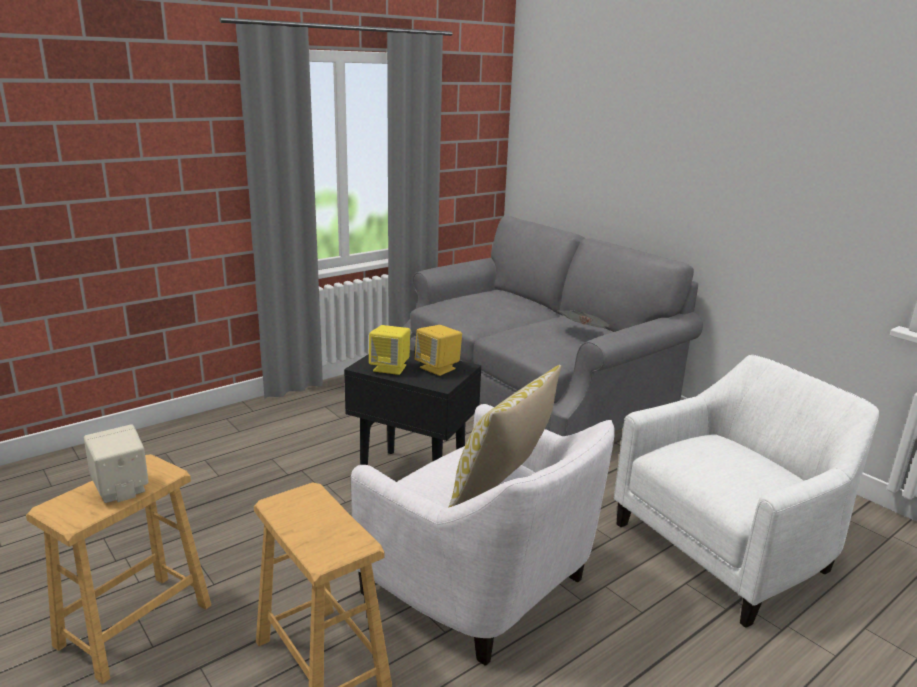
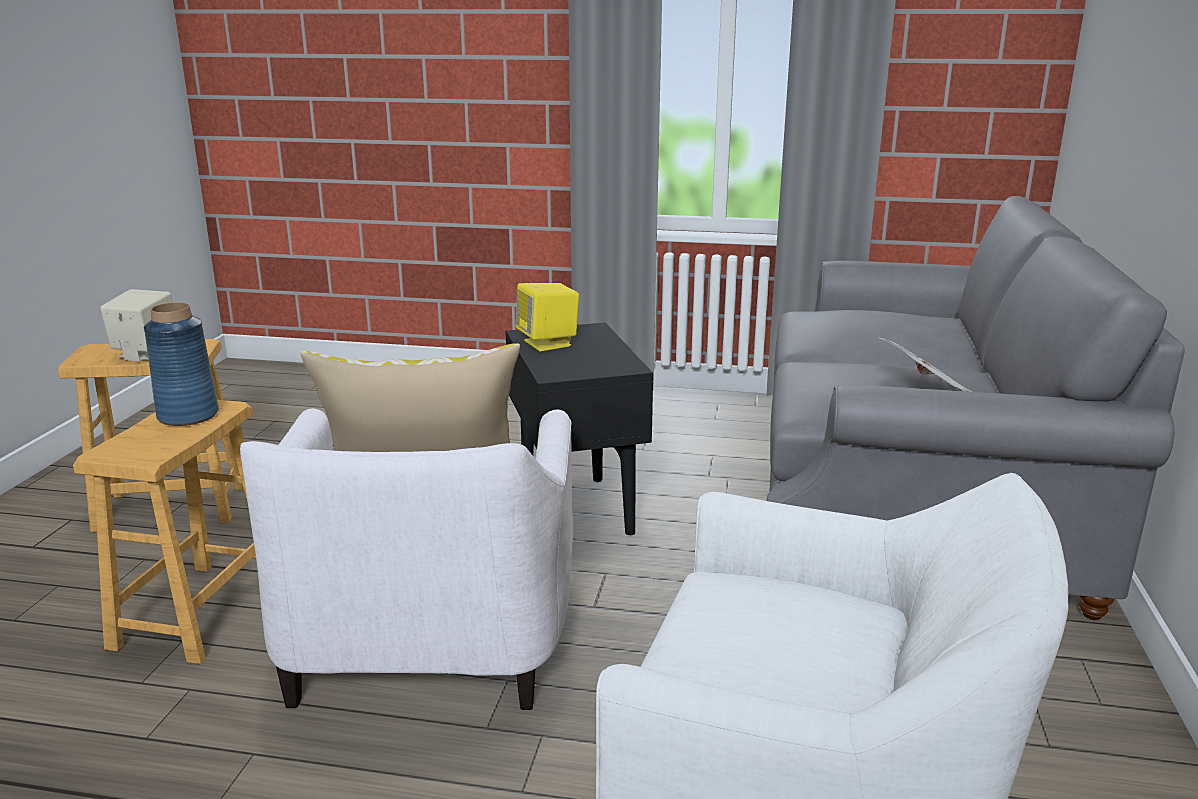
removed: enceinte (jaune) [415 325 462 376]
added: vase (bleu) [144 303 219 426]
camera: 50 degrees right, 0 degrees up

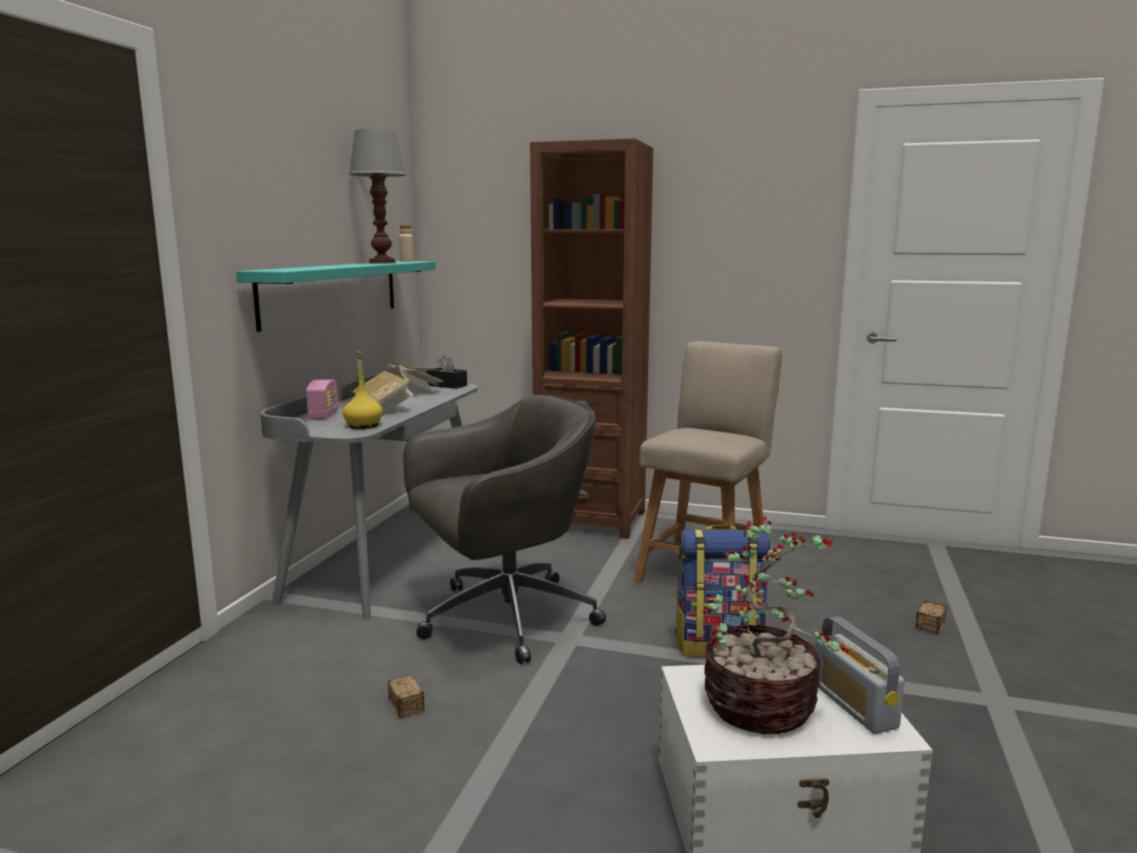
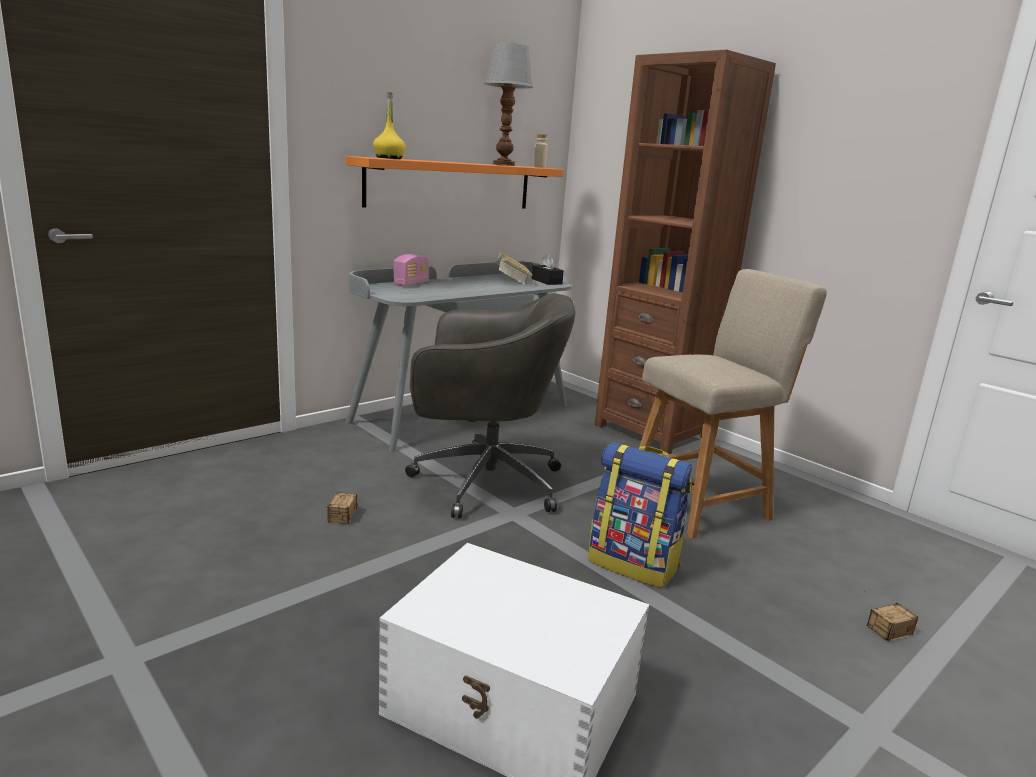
removed: livre [352 371 414 415]; plante en pot [702 516 851 734]; radio [814 616 905 734]
moved: bouteille (jaune) [342 352 383 429] to [373 92 406 159]
recoloured: étagère (turquoise) [236 261 436 332] to étagère (orange) [346 156 564 208]
camera: 30 degrees right, 5 degrees up

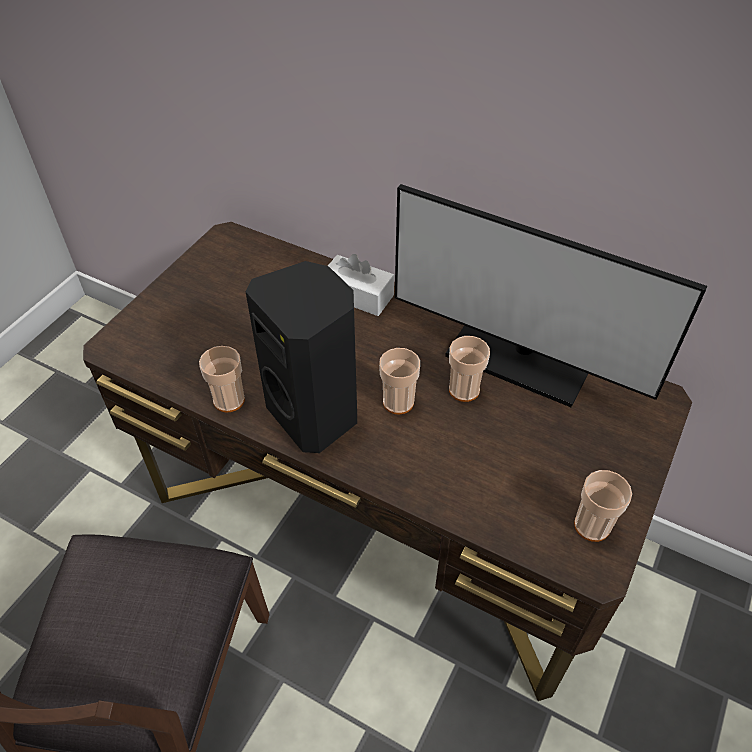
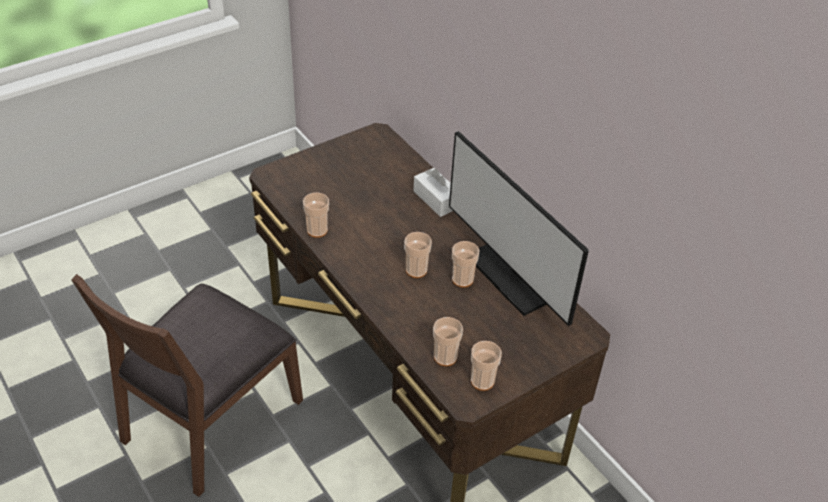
removed: enceinte (noir) [246 261 357 453]
added: tasse [433 317 463 366]
camera: 25 degrees right, 5 degrees down

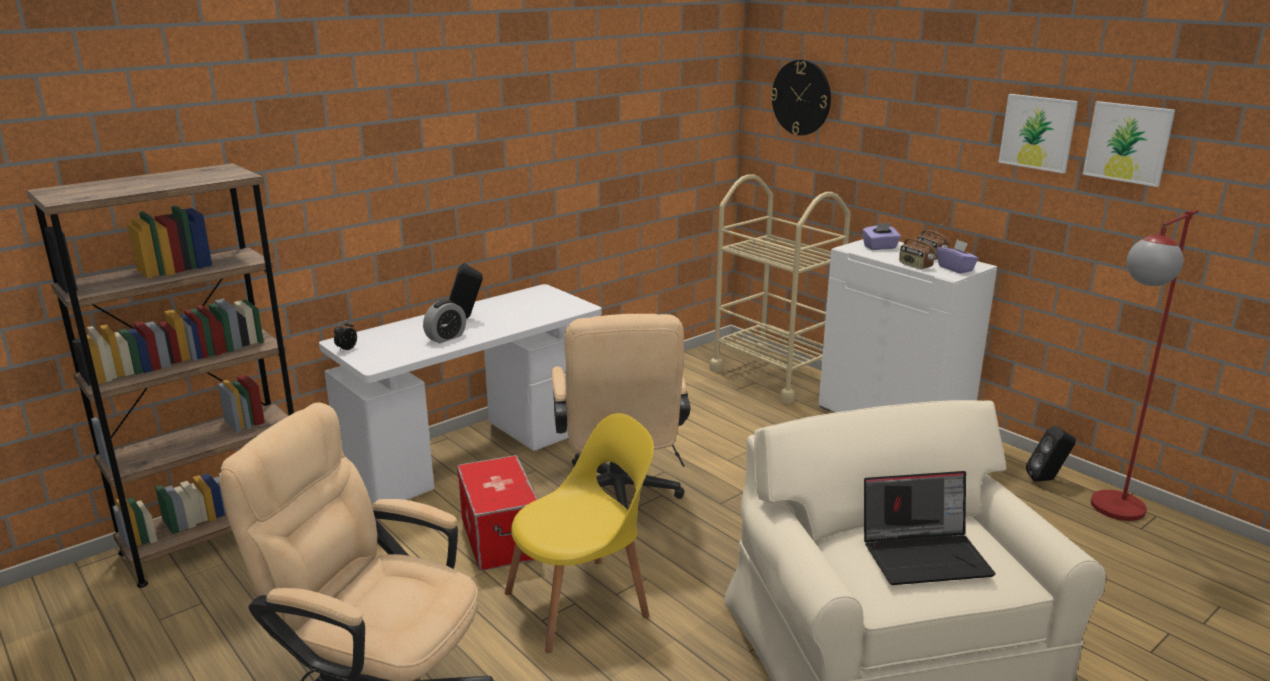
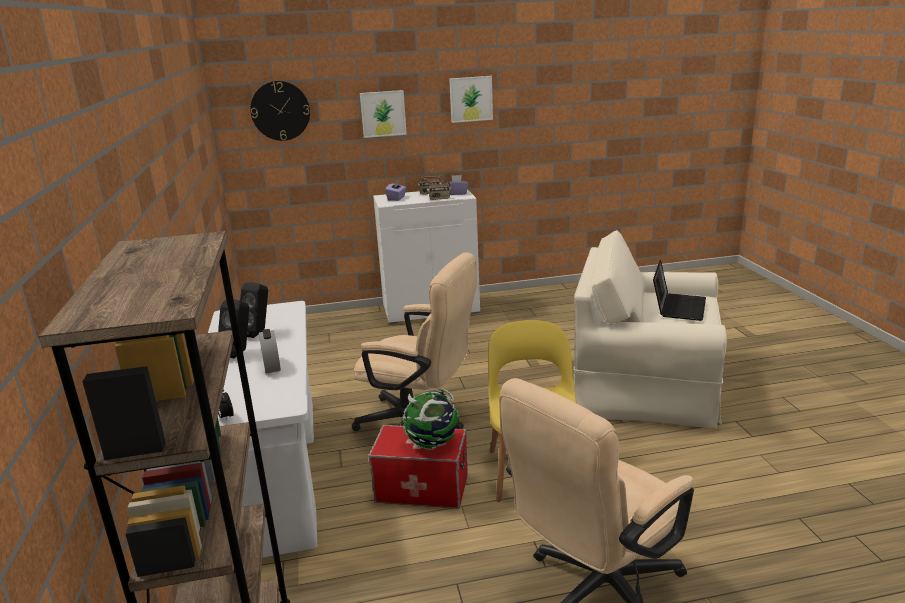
removed: chariot (beige) [709 174 851 404]; lampadaire (rouge) [1091 210 1199 521]
added: globe [402 388 459 450]
moved: enceinte (noir) [1026 426 1076 482] to [240 282 268 338]; tableau [1082 101 1175 187] to [360 90 407 138]
camera: 60 degrees left, 0 degrees up

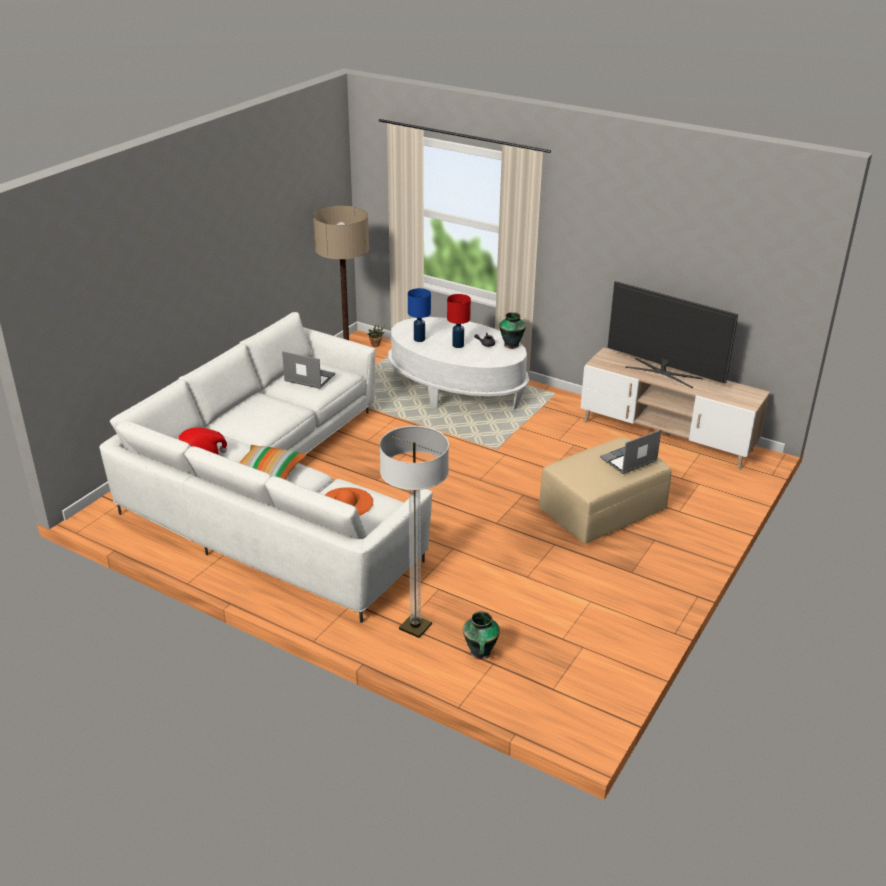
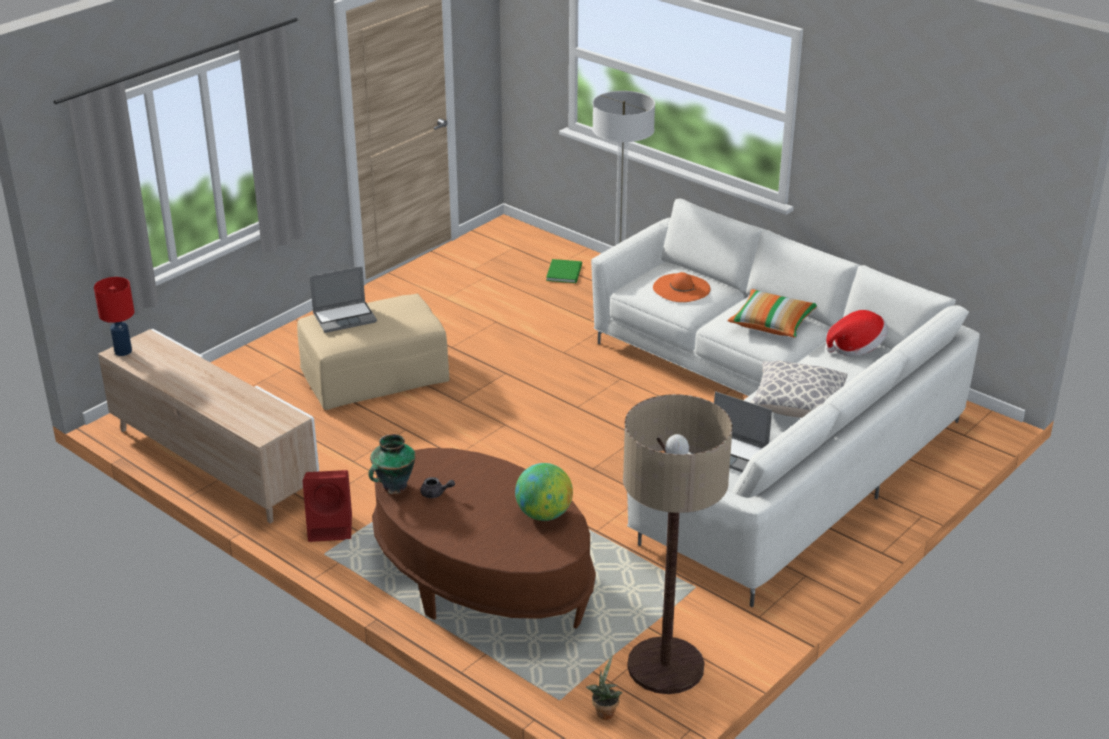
removed: téléviseur [608 281 738 388]
added: enceinte (rouge) [303 470 352 542]; coussin [750 361 847 418]
moved: lampe de table (rouge) [447 294 471 348] to [94 277 134 356]
replaced: lampe de table (bleu) [408 288 431 342] to globe [515 463 573 521]; vase [463 611 500 660] to livre (vert) [546 259 582 283]
recoloured: table basse (blanc) [388 317 529 410] to table basse (marron) [372 448 596 628]
camera: 170 degrees left, 0 degrees up

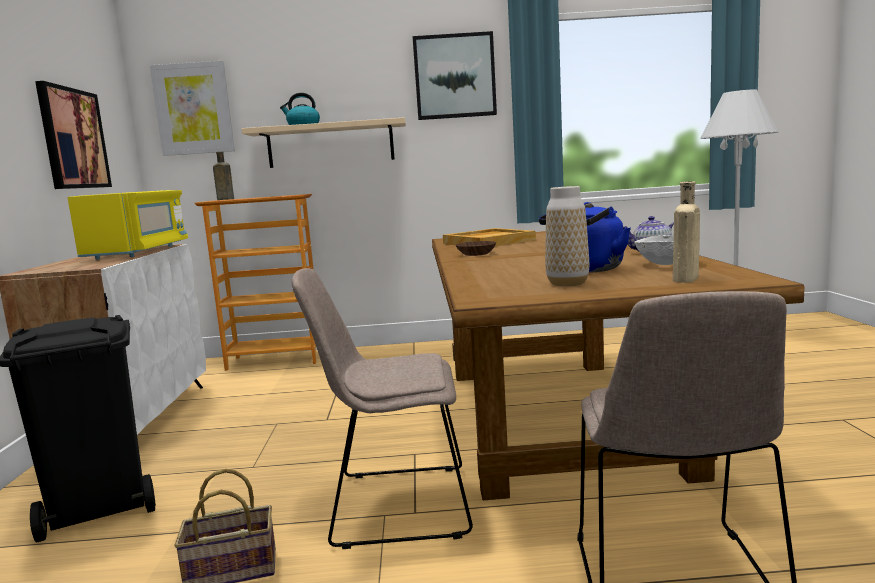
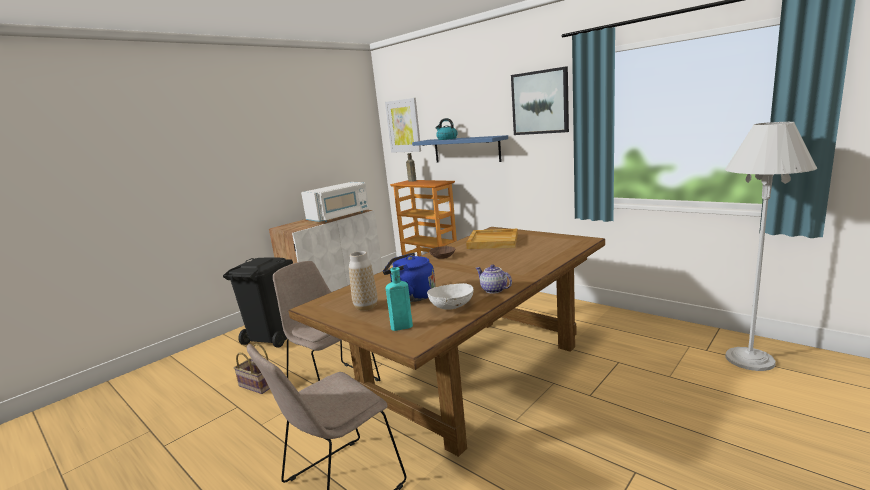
removed: tableau [35 81 112 189]
recoloured: micro-ondes (jaune) [67 190 188 259] to micro-ondes (blanc) [301 182 369 222]; étagère (beige) [242 117 406 168] to étagère (bleu) [412 135 508 163]; bouteille (beige) [673 181 700 283] to bouteille (turquoise) [386 267 413 331]
camera: 45 degrees right, 5 degrees up

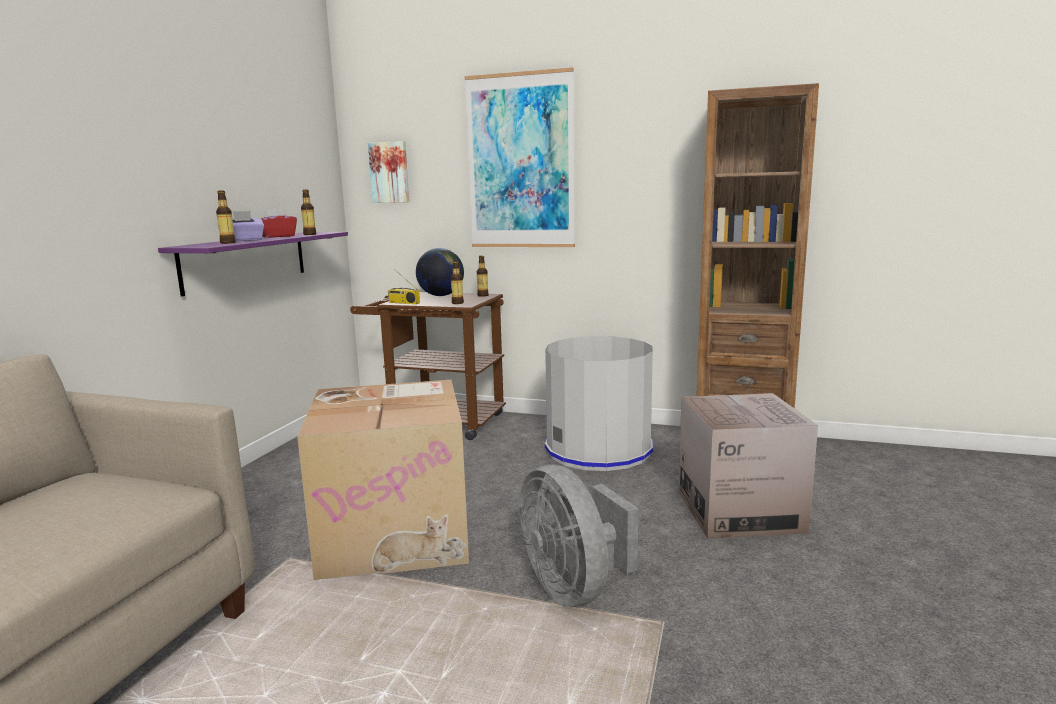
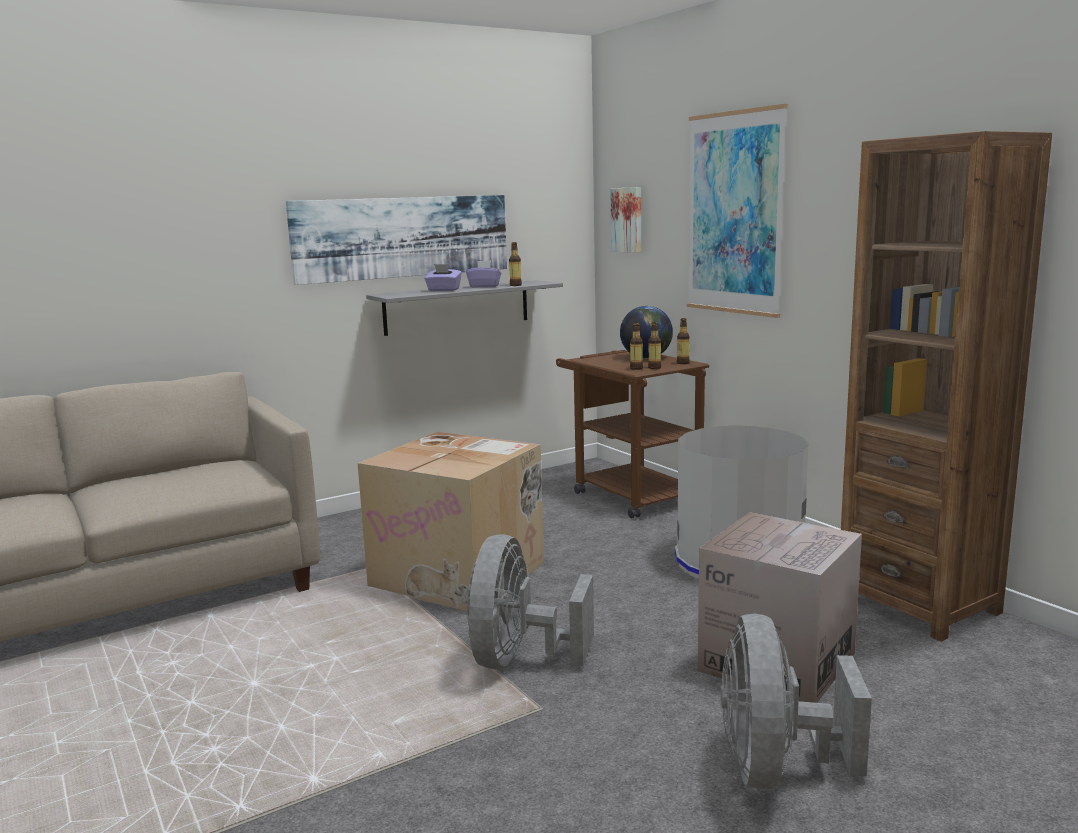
removed: radio [388 269 420 304]
added: tableau [286 195 507 285]; ventilateur (gris) [720 613 872 789]
moved: bouteille [216 190 236 244] to [648 322 661 369]
recoloured: étagère (violet) [158 232 348 297] to étagère (gris) [366 280 563 336]; boîte à mouchoirs (rouge) [261 209 297 238] to boîte à mouchoirs (violet) [466 260 501 288]
camera: 40 degrees right, 0 degrees up

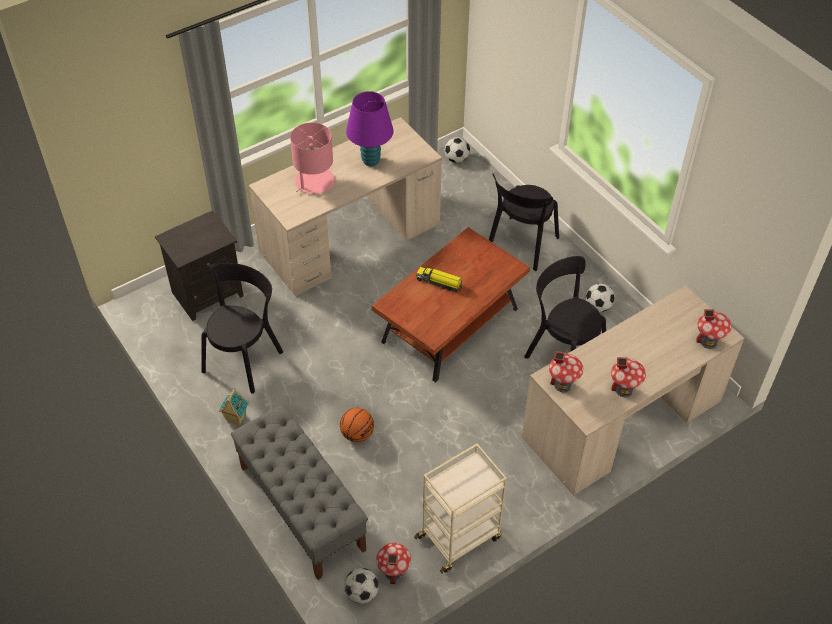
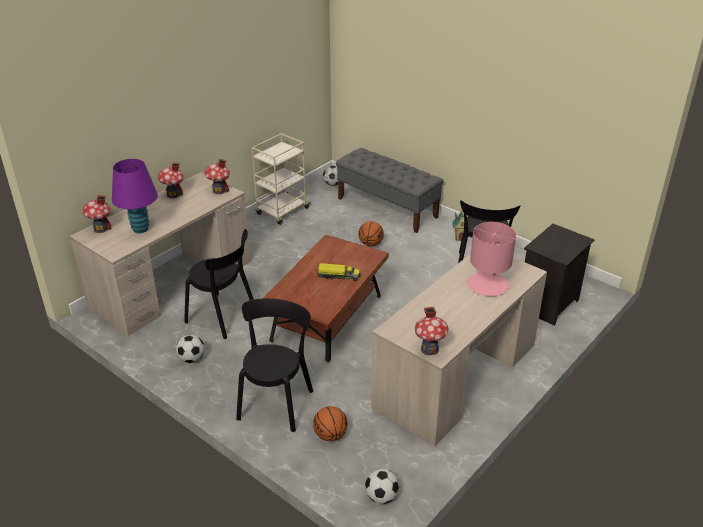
added: ballon de basket [313 406 347 441]
moved: lampe de table (violet) [346 91 394 166] to [112 159 158 233]; maison miniature [376 543 411 584] to [415 307 448 356]
camera: 165 degrees right, 15 degrees down

